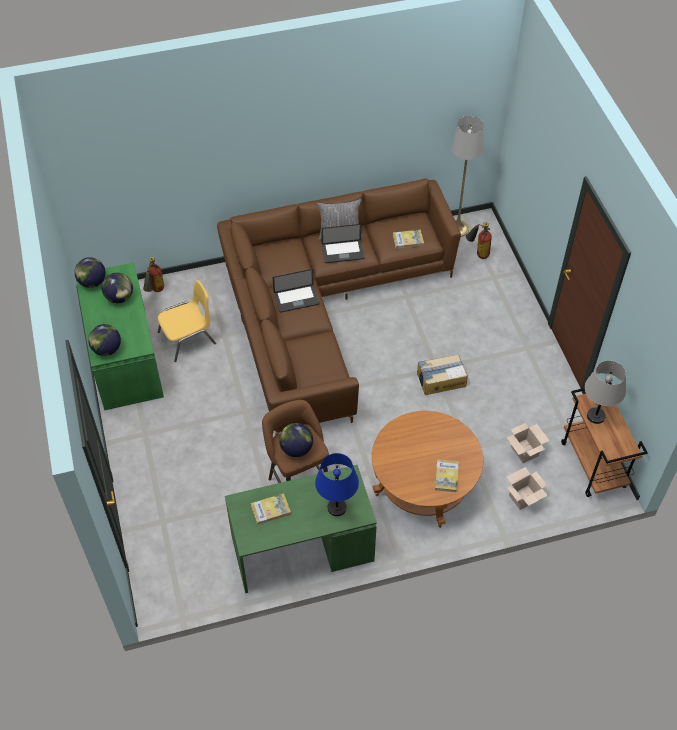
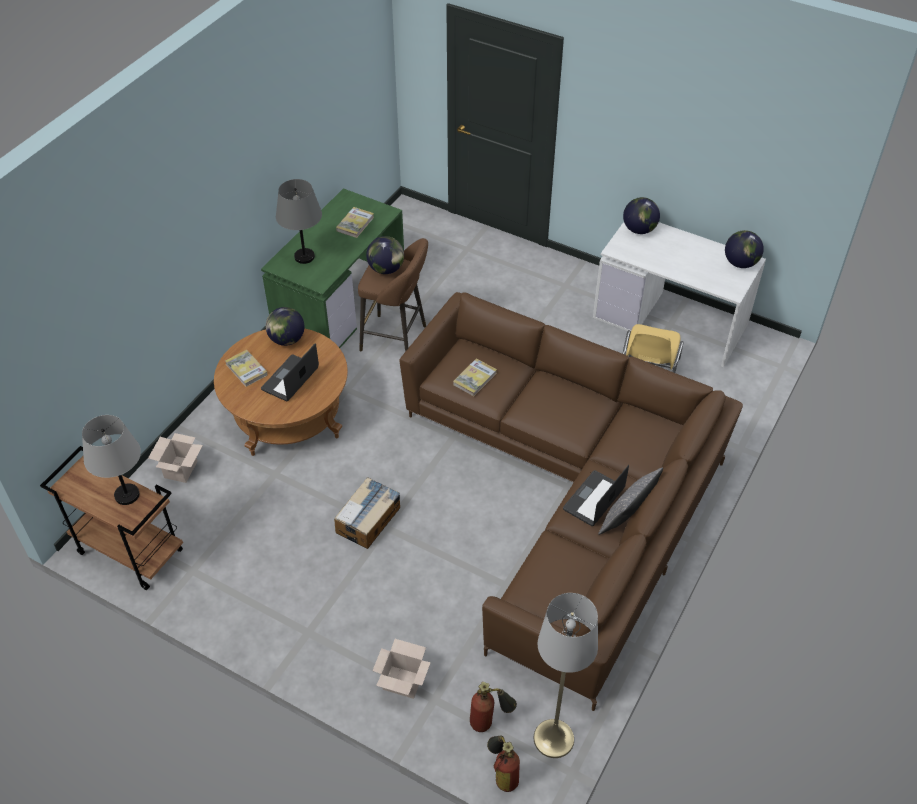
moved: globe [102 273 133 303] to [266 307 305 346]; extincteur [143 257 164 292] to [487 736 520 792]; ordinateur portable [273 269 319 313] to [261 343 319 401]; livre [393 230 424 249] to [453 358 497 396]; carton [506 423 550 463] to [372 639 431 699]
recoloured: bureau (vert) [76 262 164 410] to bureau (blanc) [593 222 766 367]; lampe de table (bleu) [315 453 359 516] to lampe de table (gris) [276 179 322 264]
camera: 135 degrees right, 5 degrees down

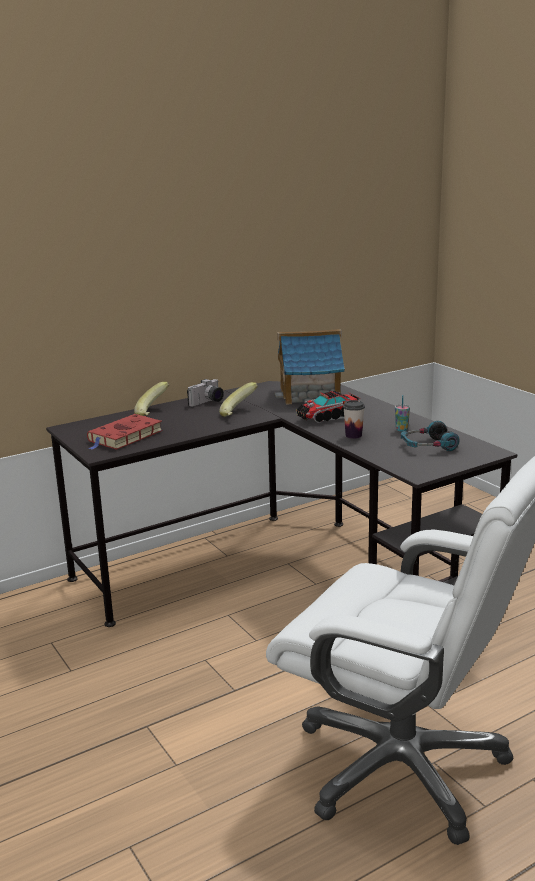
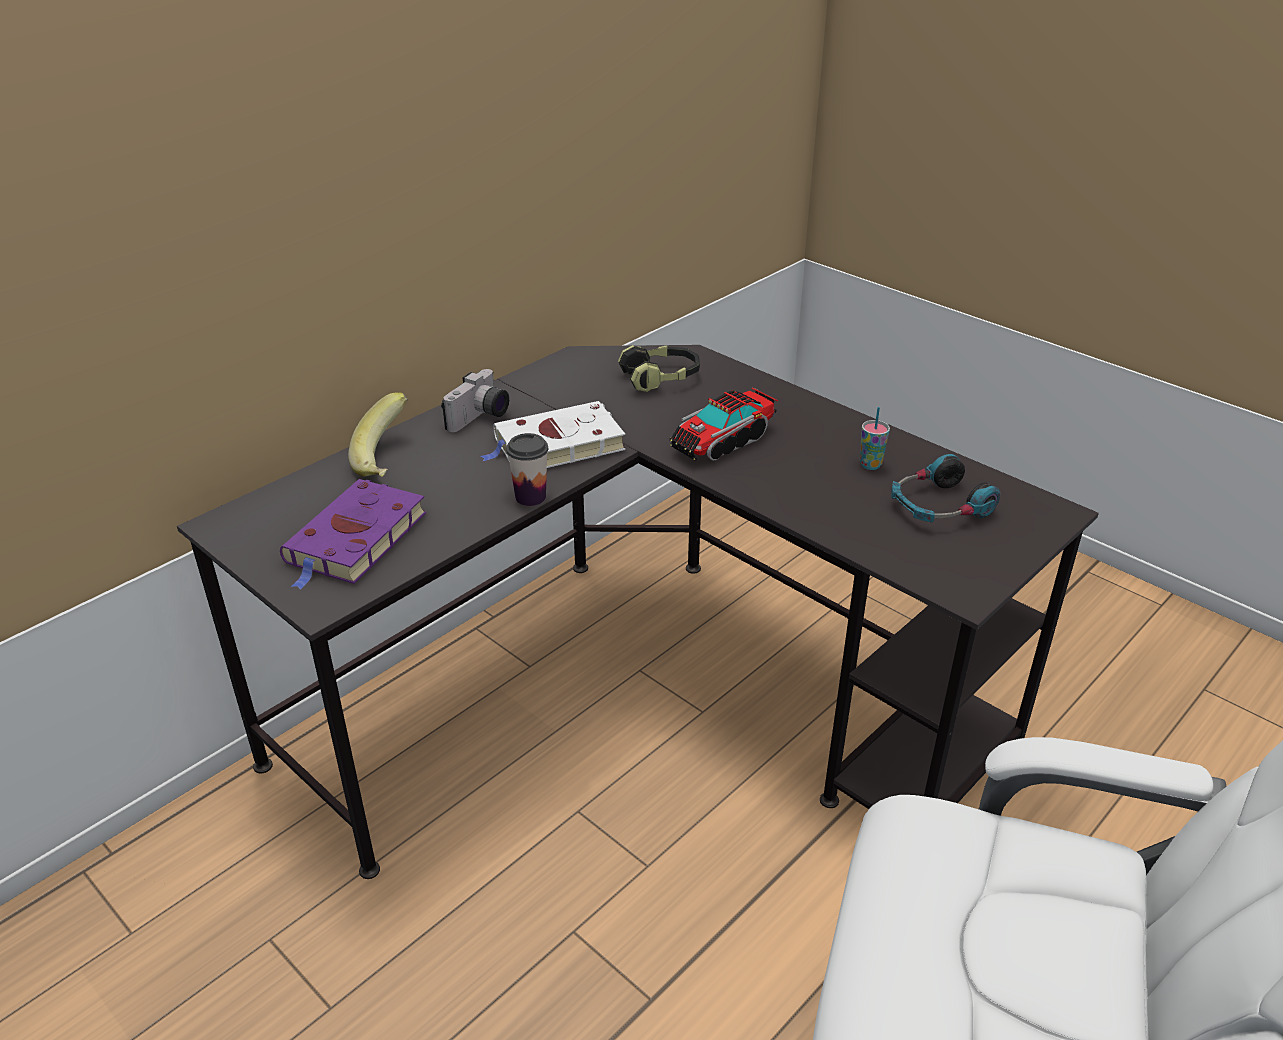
moved: tasse [343 400 365 439] to [506 433 548 506]
replaced: banane [219 382 258 417] to livre (blanc) [480 401 625 468]; maison miniature [274 329 345 405] to casque audio [618 345 700 392]
recoloured: livre (rouge) [87 414 163 450] to livre (violet) [280 479 426 590]
camera: 15 degrees left, 15 degrees up

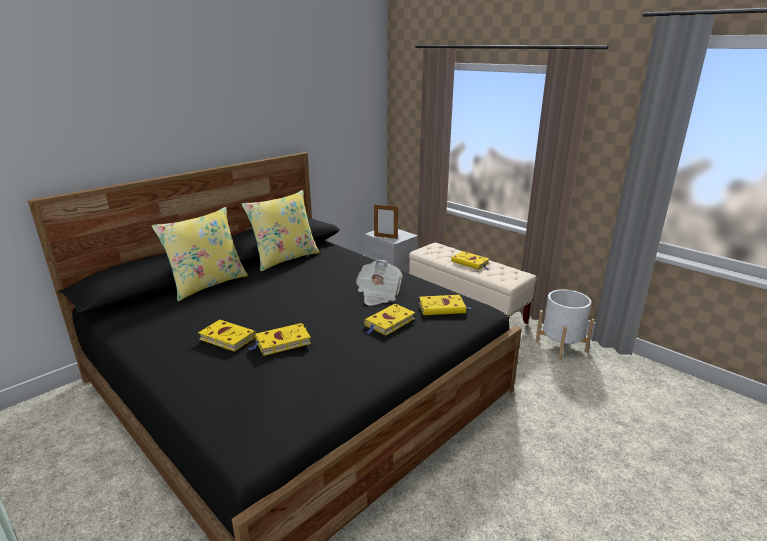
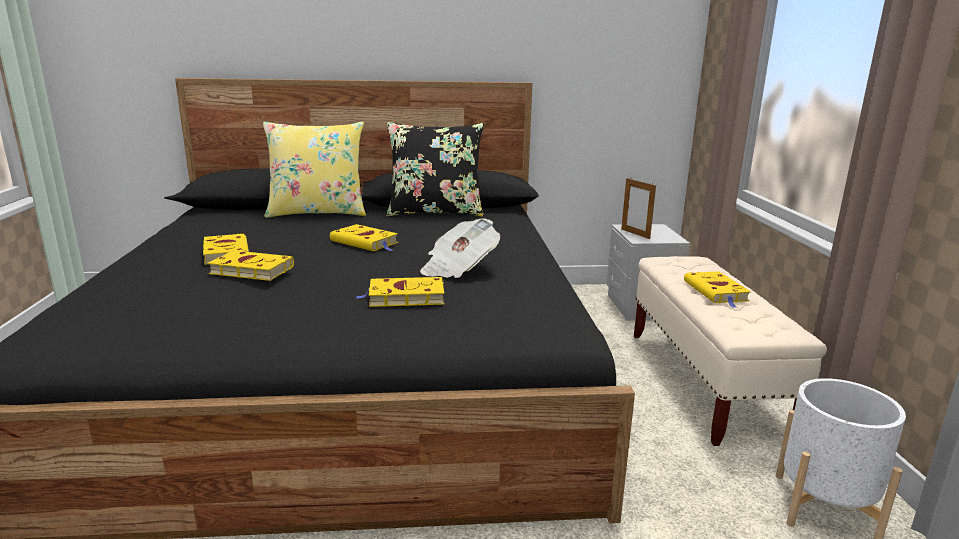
moved: livre (jaune) [419 295 471 315] to [330 224 398 251]
recoloured: coussin (jaune) [241 190 320 271] to coussin (noir) [386 122 484 217]
camera: 40 degrees right, 5 degrees down

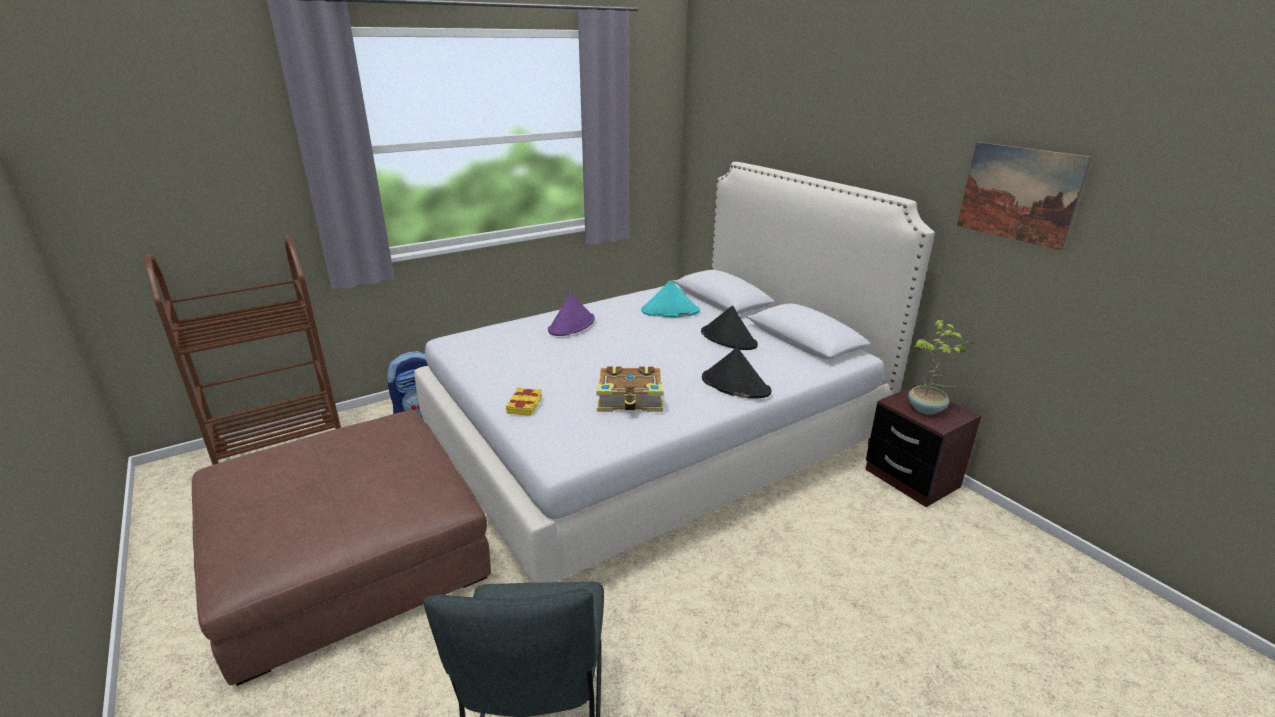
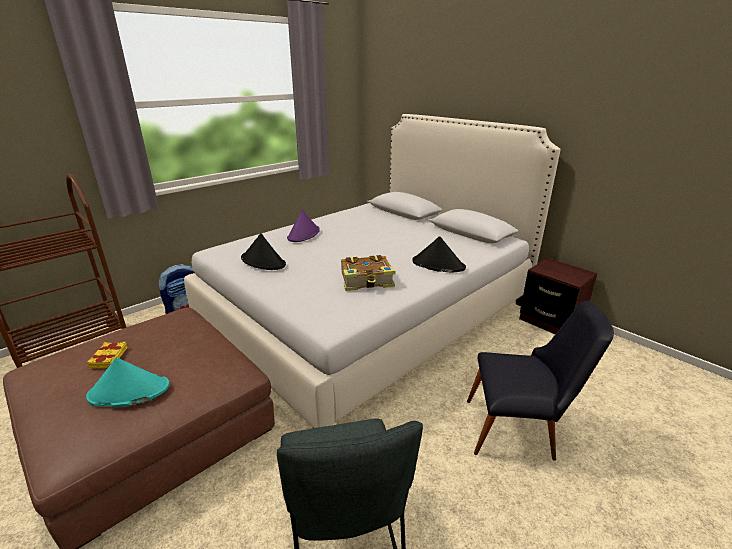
removed: plante en pot [908 320 973 415]; tableau [957 142 1092 251]
added: chaise (noir) [467 301 614 461]
moved: livre (jaune) [506 387 542 416] to [87 342 127 369]; chapeau (turquoise) [641 280 700 317] to [86 358 170 407]; chapeau (noir) [701 305 758 350] to [241 233 286 270]
camera: 10 degrees left, 0 degrees up

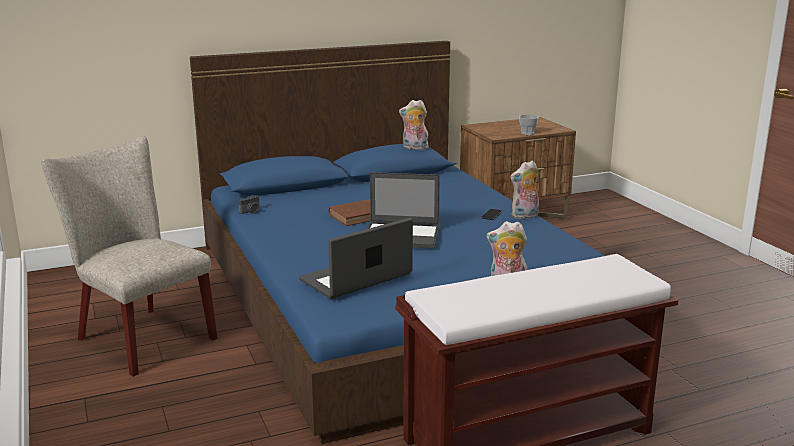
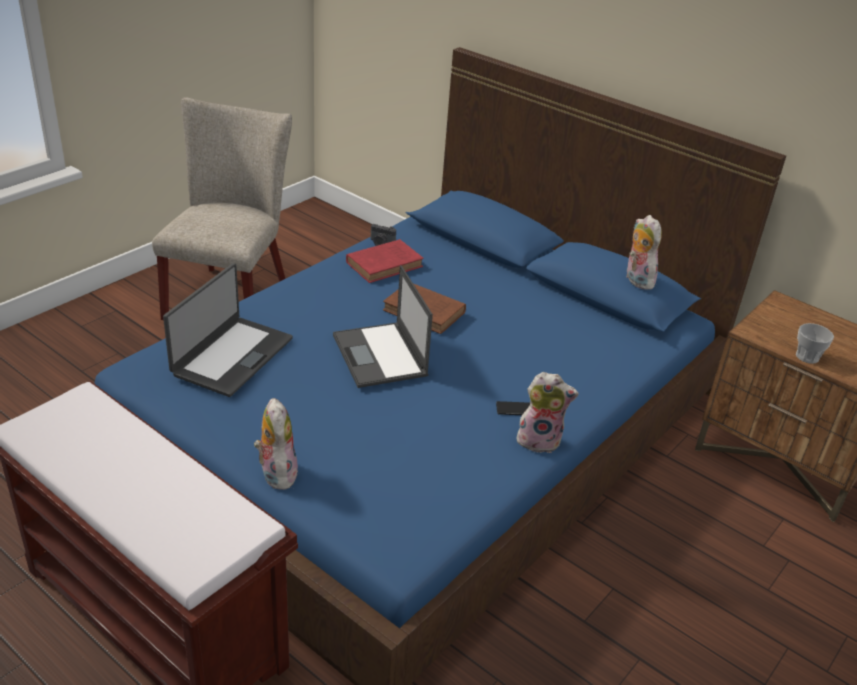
added: livre (rouge) [346 239 424 283]
turned: ordinateur portable [299 218 413 299] = [163 263 293 397] 90 degrees clockwise; peluche [510 161 539 219] = [517 372 579 453] 150 degrees clockwise
camera: 60 degrees right, 15 degrees up

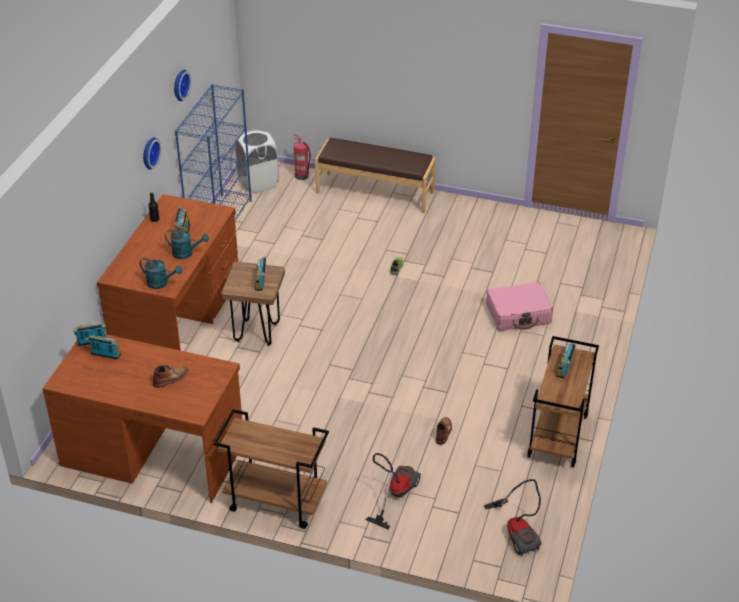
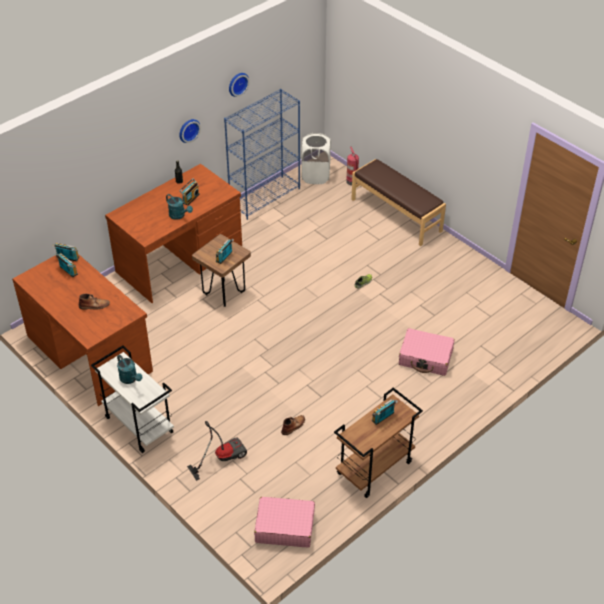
moved: arrosoir (turquoise) [140 258 182 289] to [117 355 142 384]
replaced: aspirateur [484 479 542 556] to valise (rose) [254 497 315 547]
recoloured: chariot (marron) [213 409 329 529] to chariot (blanc) [91 345 174 453]
camera: 30 degrees right, 5 degrees up

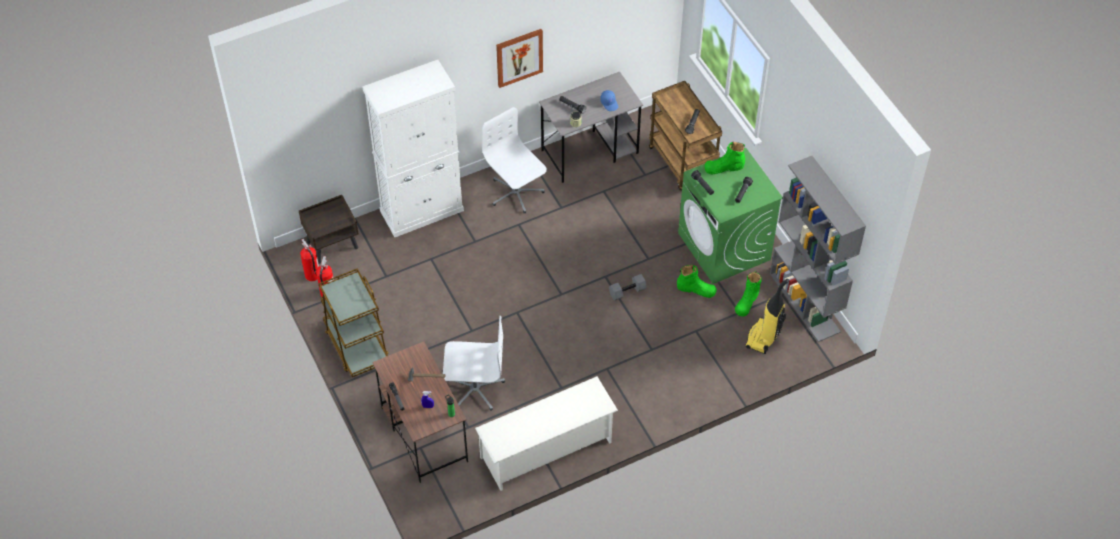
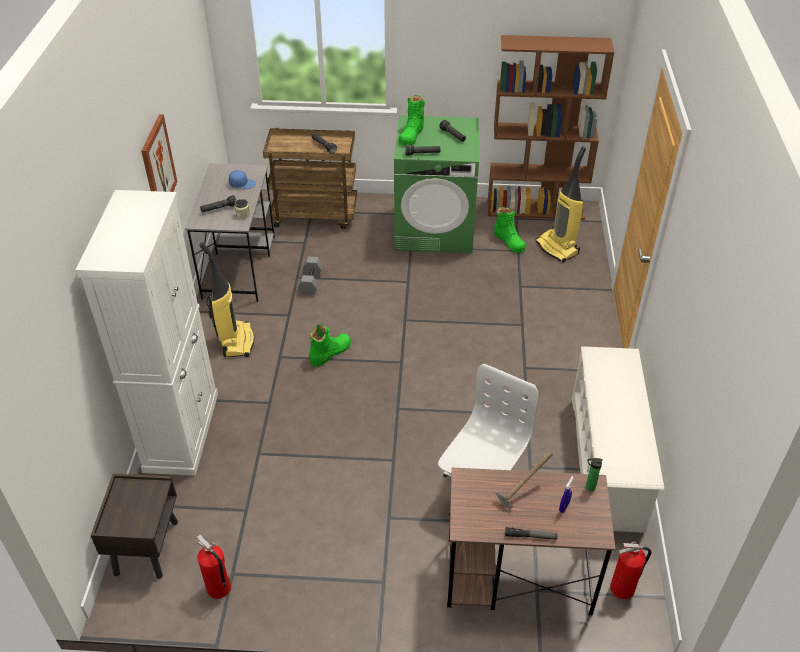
removed: chariot (marron) [319 268 388 377]
moved: extincteur [300 238 319 281] to [610 542 651 599]; haltère (gris) [609 274 647 301] to [298 256 323 295]; botte (vert) [677 265 717 298] to [309 324 351 367]
replaced: chaise de bureau (blanc) [482 107 547 214] to aspirateur [199 242 255 357]
recoloured: bibliothèque (gris) [770 156 866 342] to bibliothèque (marron) [488 35 615 220]
camera: 60 degrees left, 10 degrees down

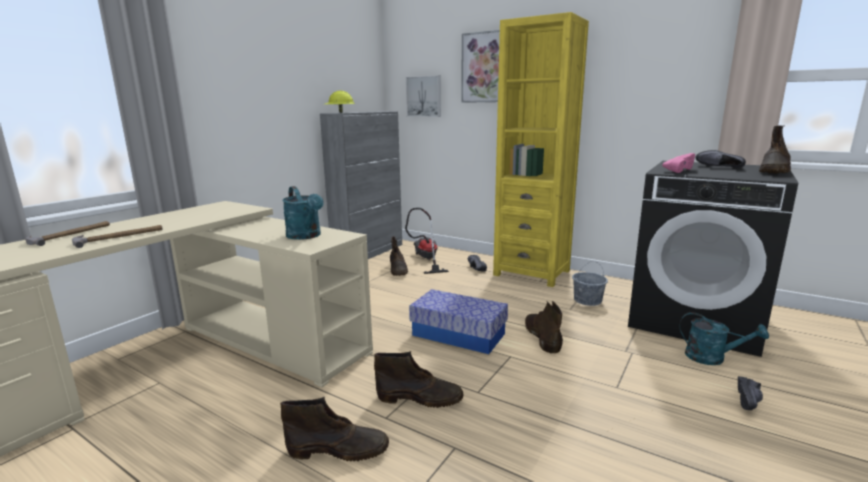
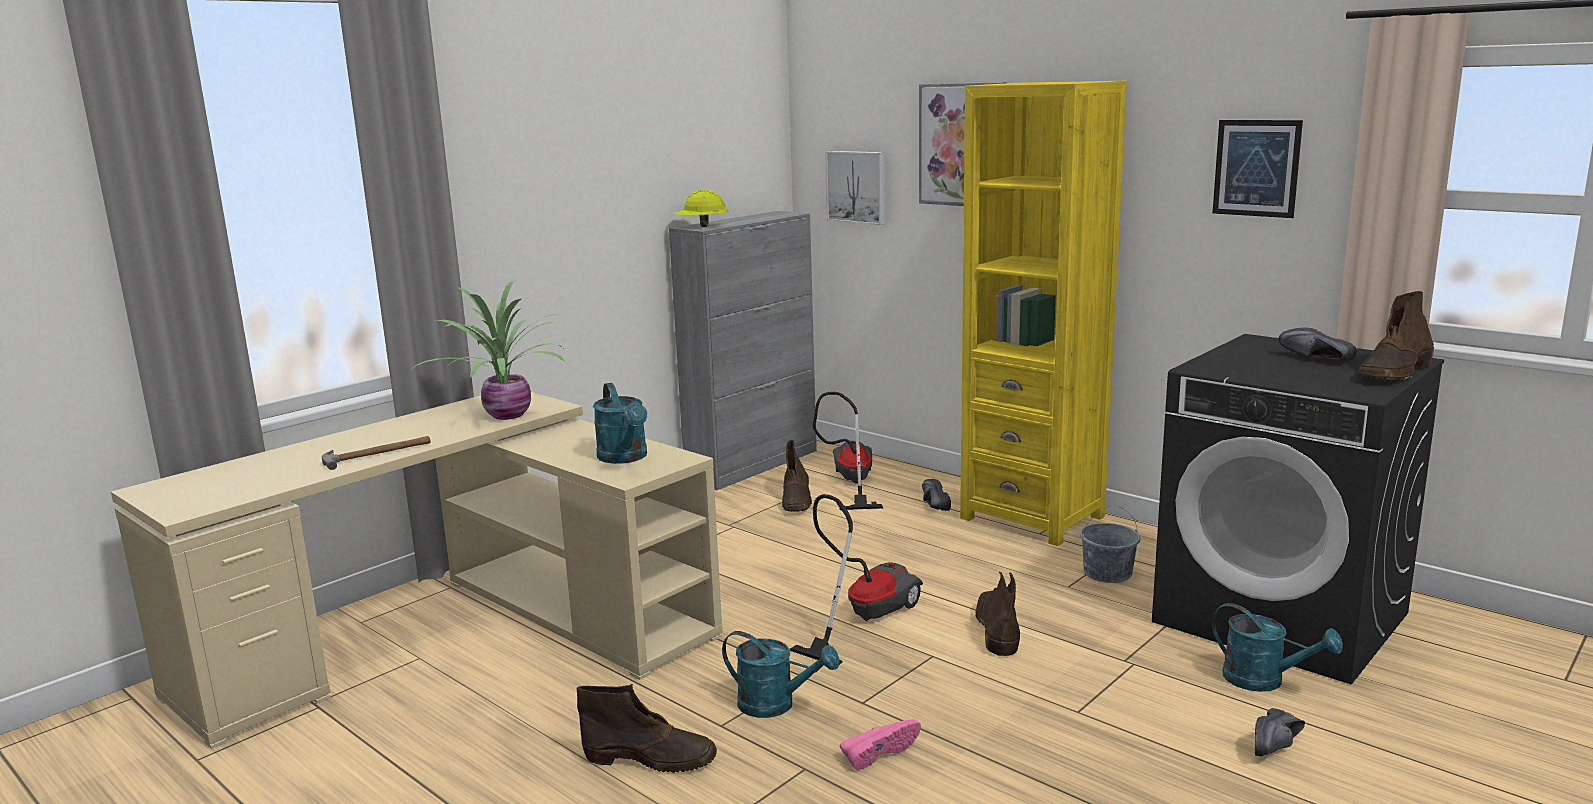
removed: marteau [25 221 110 246]
added: plante en pot [409 281 565 420]; tableau [1212 120 1303 218]
moved: chaussure (rose) [662 153 695 173] to [840 719 921 770]
replaced: botte (marron) [374 351 463 408] to arrosoir (turquoise) [722 631 840 718]; boîte de rangement [409 289 508 354] to aspirateur [790 494 923 665]
camera: 10 degrees right, 0 degrees up

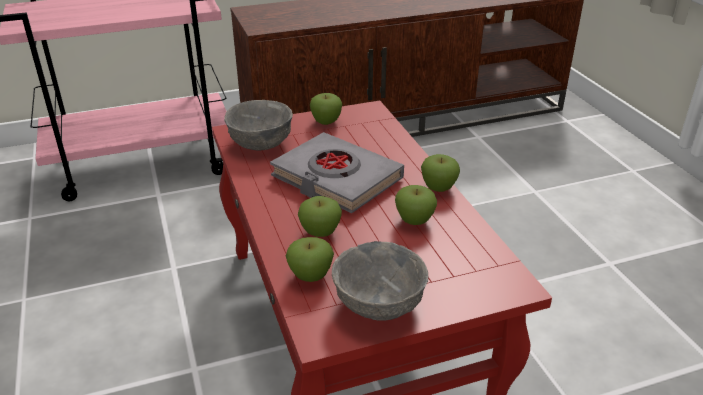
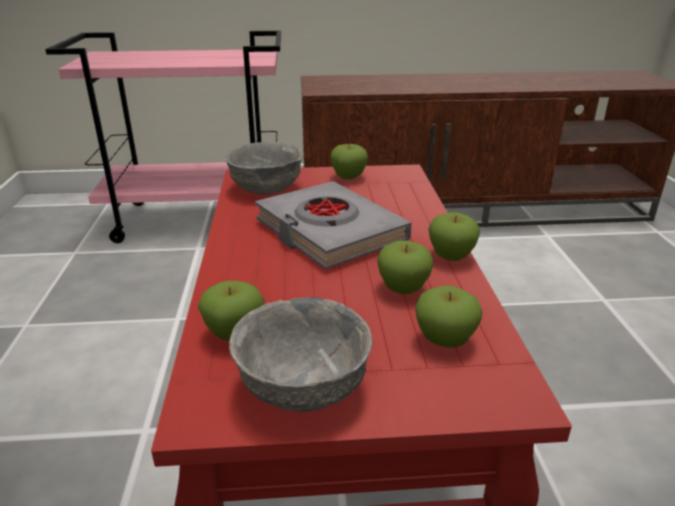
moved: pomme [298 196 342 237] to [415 285 482 347]
camera: 15 degrees right, 5 degrees down

